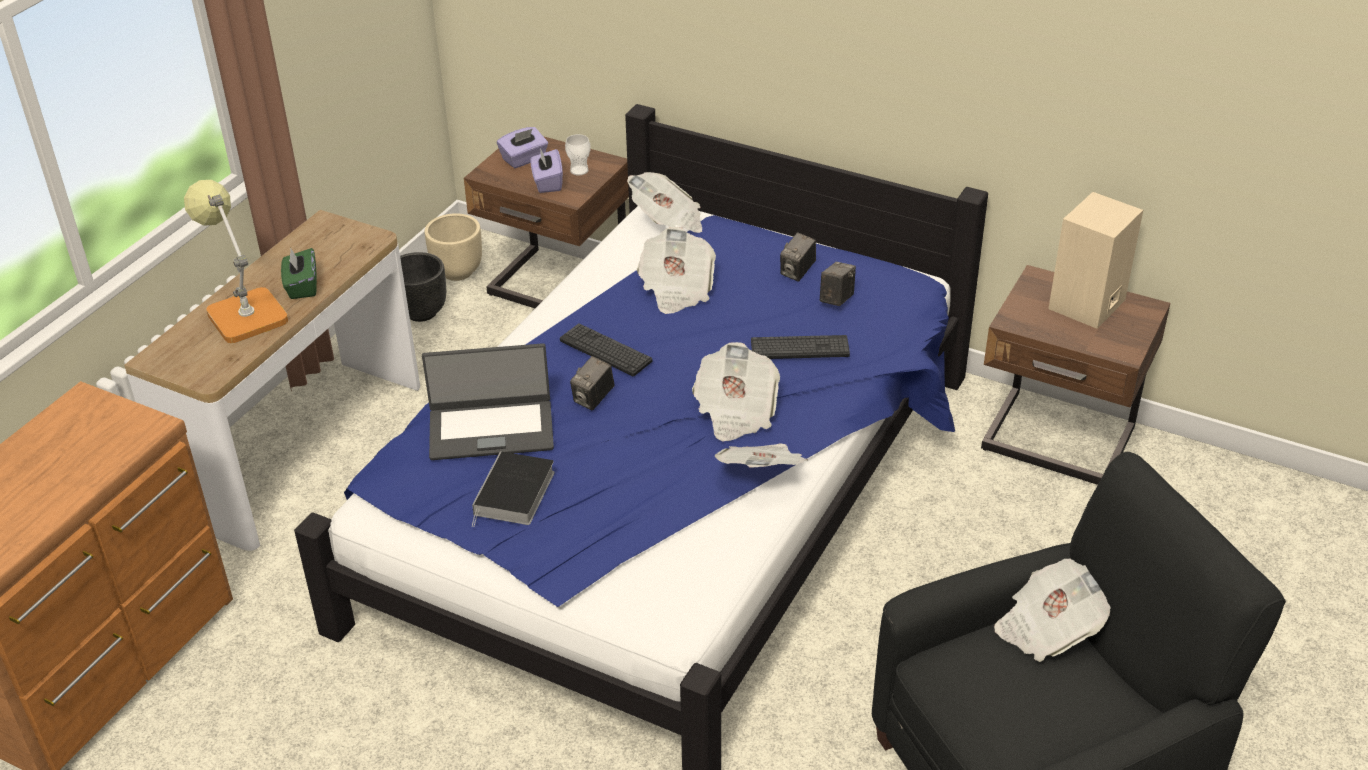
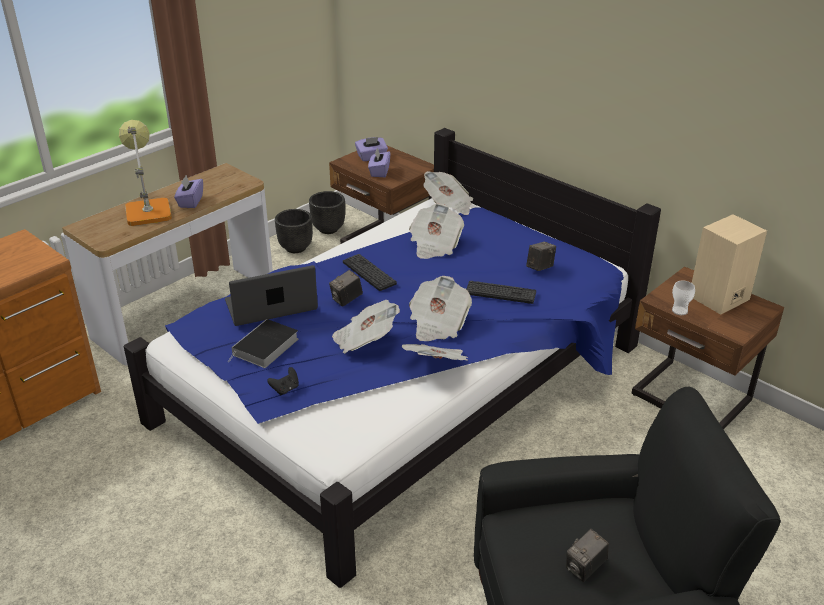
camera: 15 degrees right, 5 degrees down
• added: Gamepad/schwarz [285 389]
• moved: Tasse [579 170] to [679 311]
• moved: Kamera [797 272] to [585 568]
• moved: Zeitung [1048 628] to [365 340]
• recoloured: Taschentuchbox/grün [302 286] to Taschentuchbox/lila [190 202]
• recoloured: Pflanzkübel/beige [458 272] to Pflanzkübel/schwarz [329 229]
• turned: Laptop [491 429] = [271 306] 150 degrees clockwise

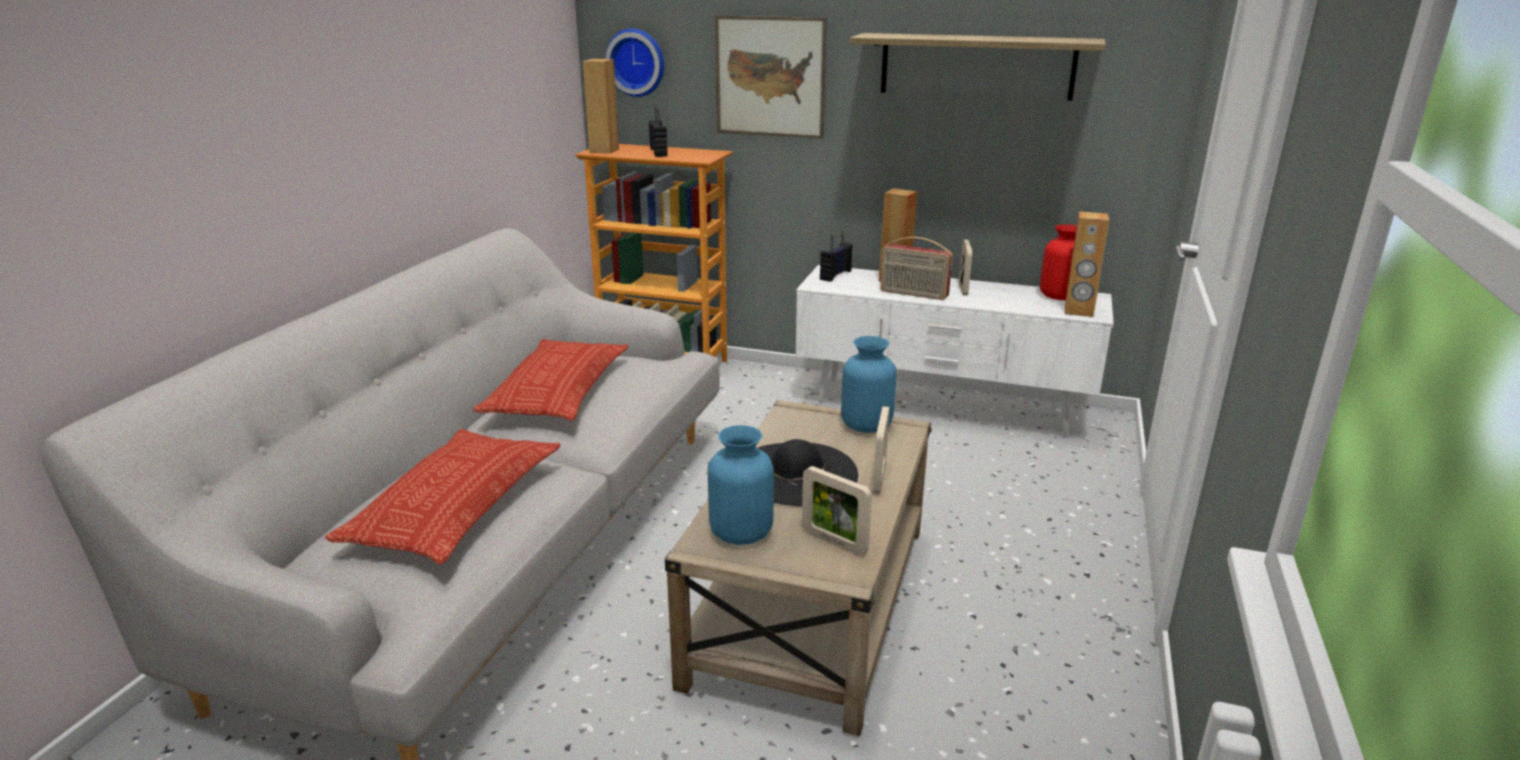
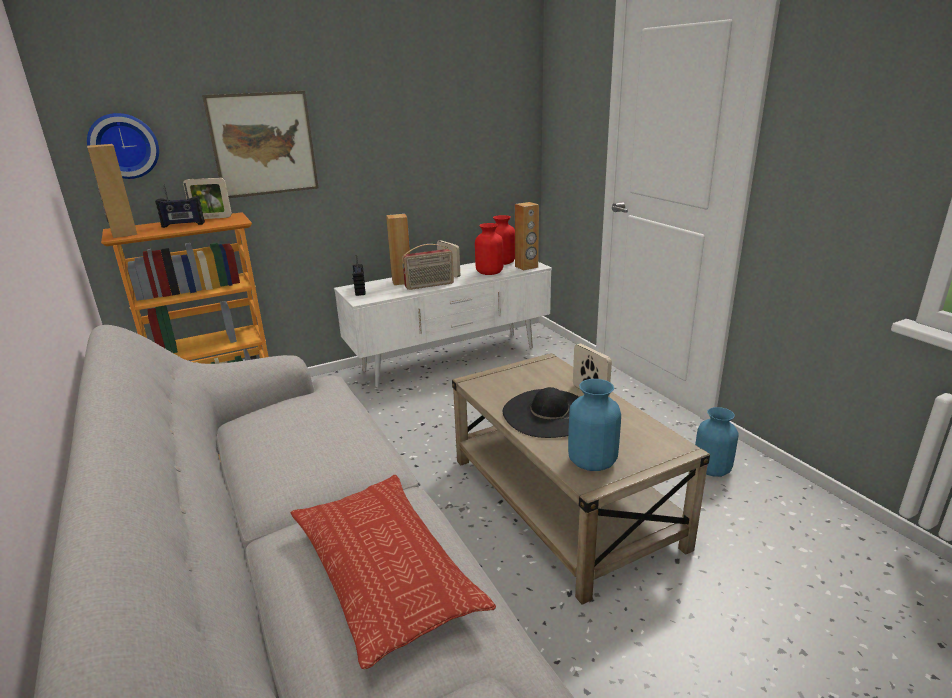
camera: 45 degrees left, 0 degrees up
• removed: Kissen [558 390]
• removed: Wandregal [976 66]
• added: Vase/rot [489 272]
• moved: Bilderrahmen [834 542] to [211 218]
• moved: Vase/blau [866 425] to [712 469]
• turned: Radio [659 152] = [183 225] 135 degrees clockwise

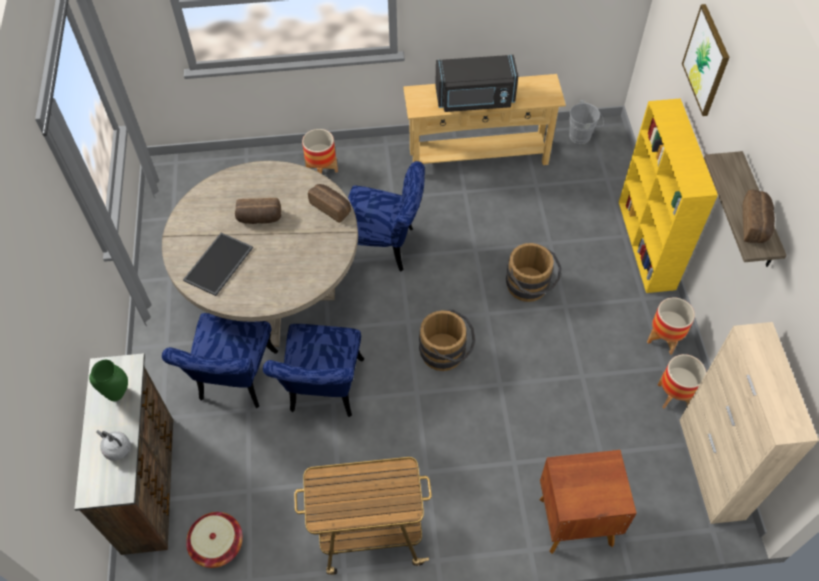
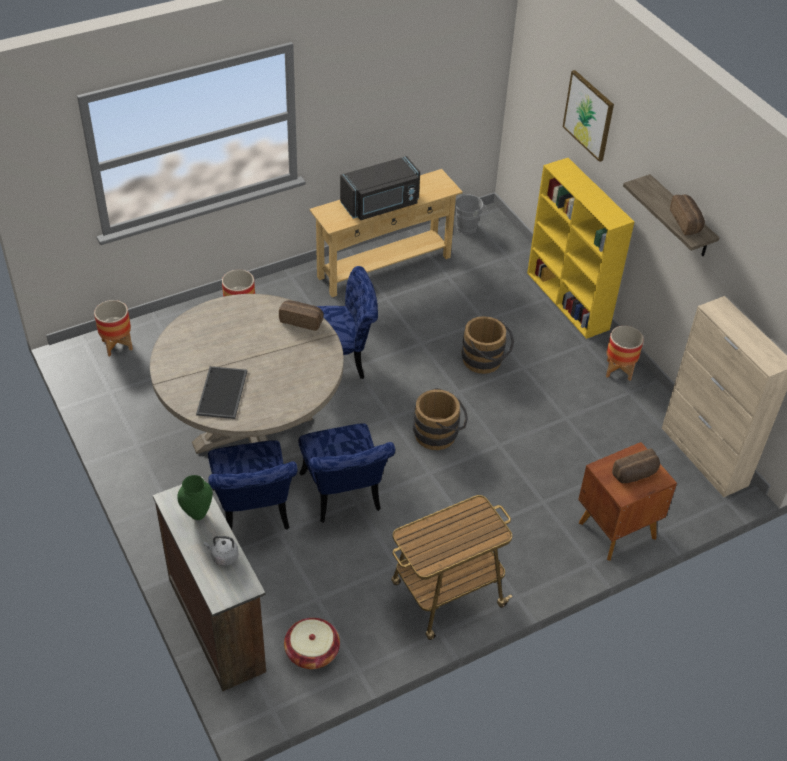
camera: 25 degrees left, 10 degrees down
• moved: Brot [259 219] to [635 475]
• moved: Pflanzkübel [673 395] to [117 345]

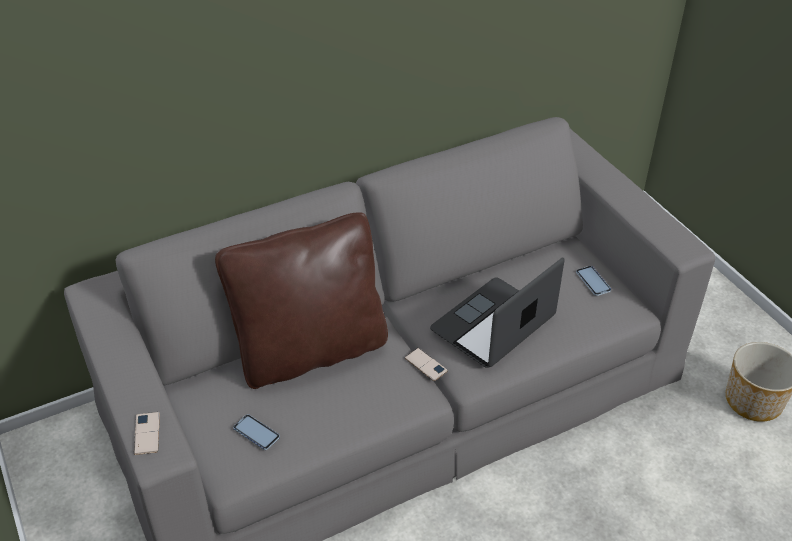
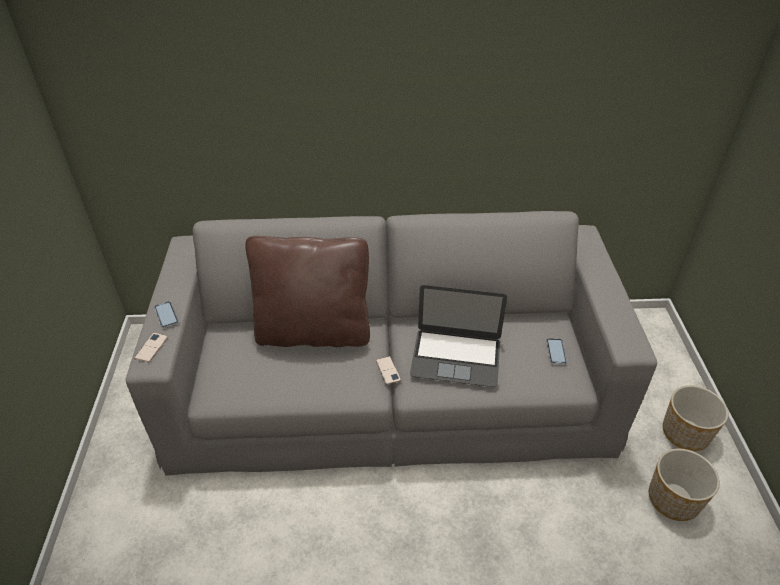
camera: 25 degrees right, 0 degrees up
• added: Pflanzkübel [685 433]
• moved: Handy [256 433] to [166 315]
• turned: Laptop [493 323] = [456 357] 150 degrees counterclockwise

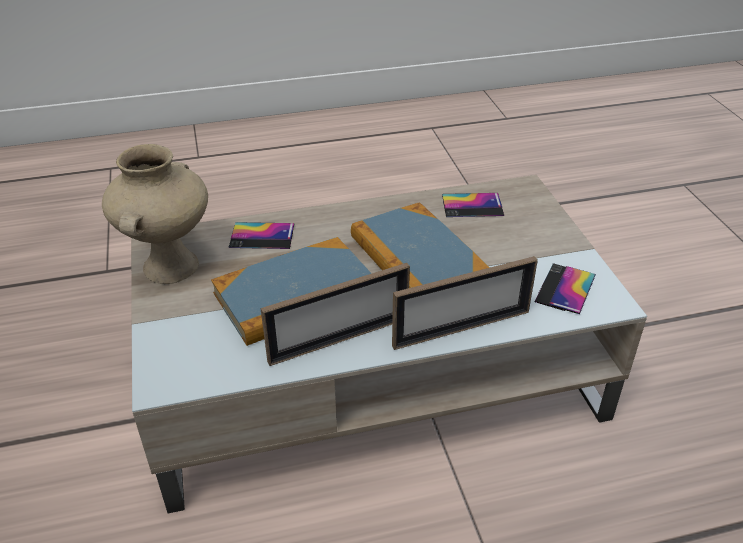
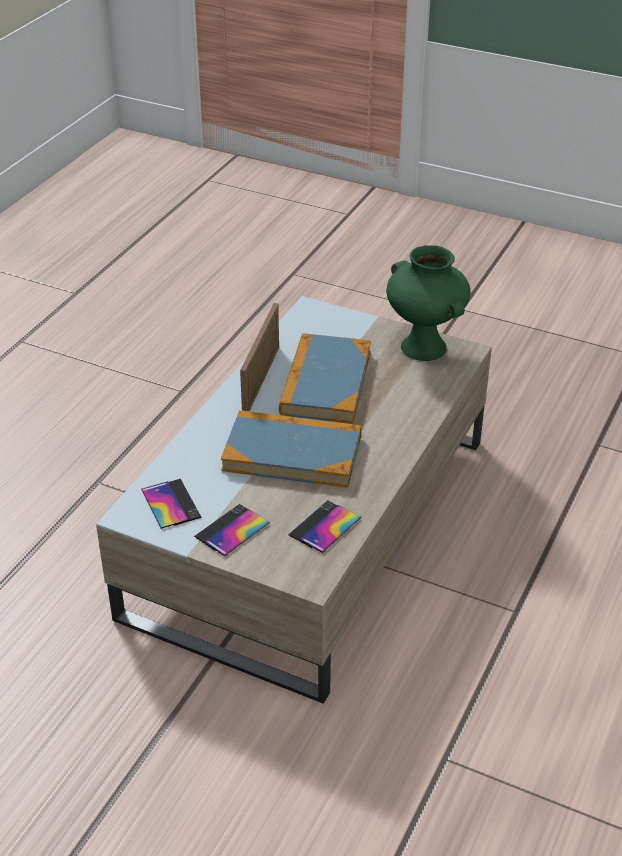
camera: 130 degrees right, 0 degrees up
• removed: Bilderrahmen [461 328]
• moved: Handy [262 236] to [232 530]
• recoloured: Vase/beige [170 265] to Vase/grün [425 347]

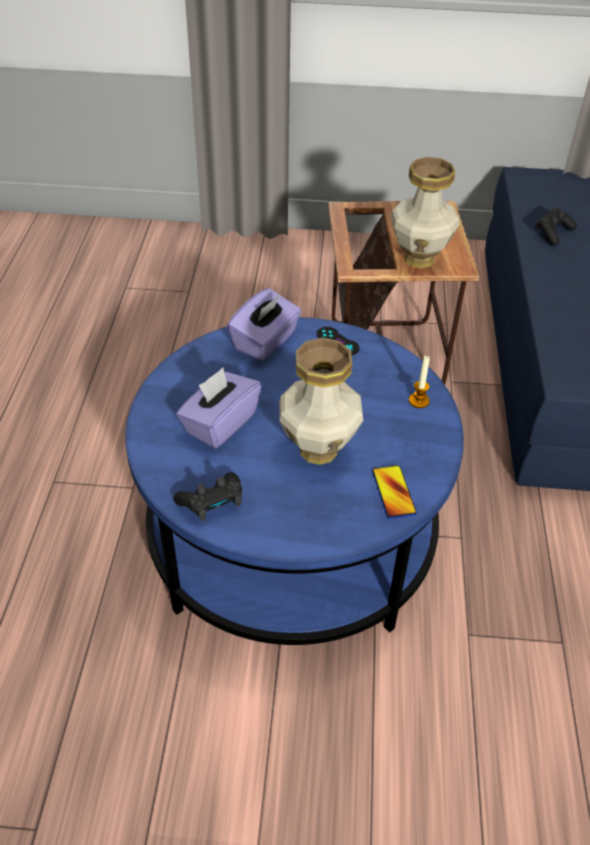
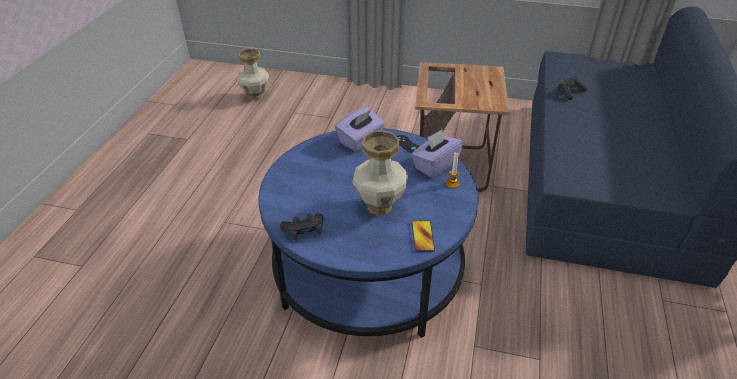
camera: 10 degrees right, 5 degrees down
• moved: Taschentuchbox/lila [220 423] to [435 165]
• moved: Vase [418 259] to [255 97]

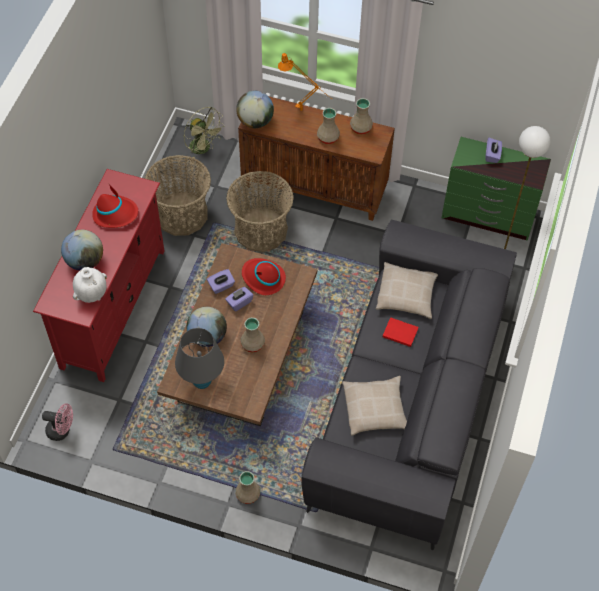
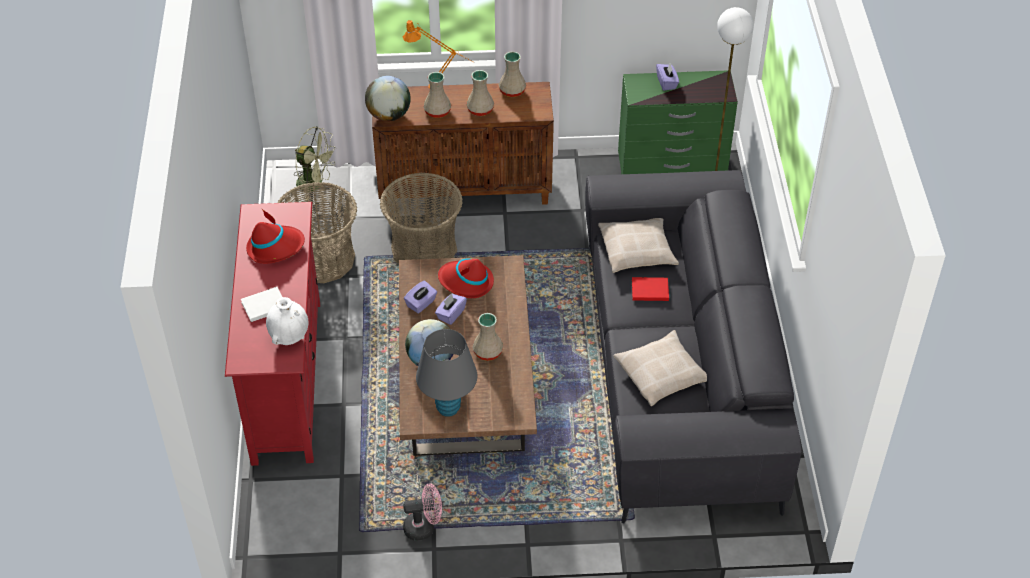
camera: 20 degrees left, 10 degrees down
• moved: Ventilator/rosa [62 431] to [424 527]
• moved: Vase/beige [247 494] to [437 112]
• replaced: Globus [85 261] to Buch/weiß [263 305]

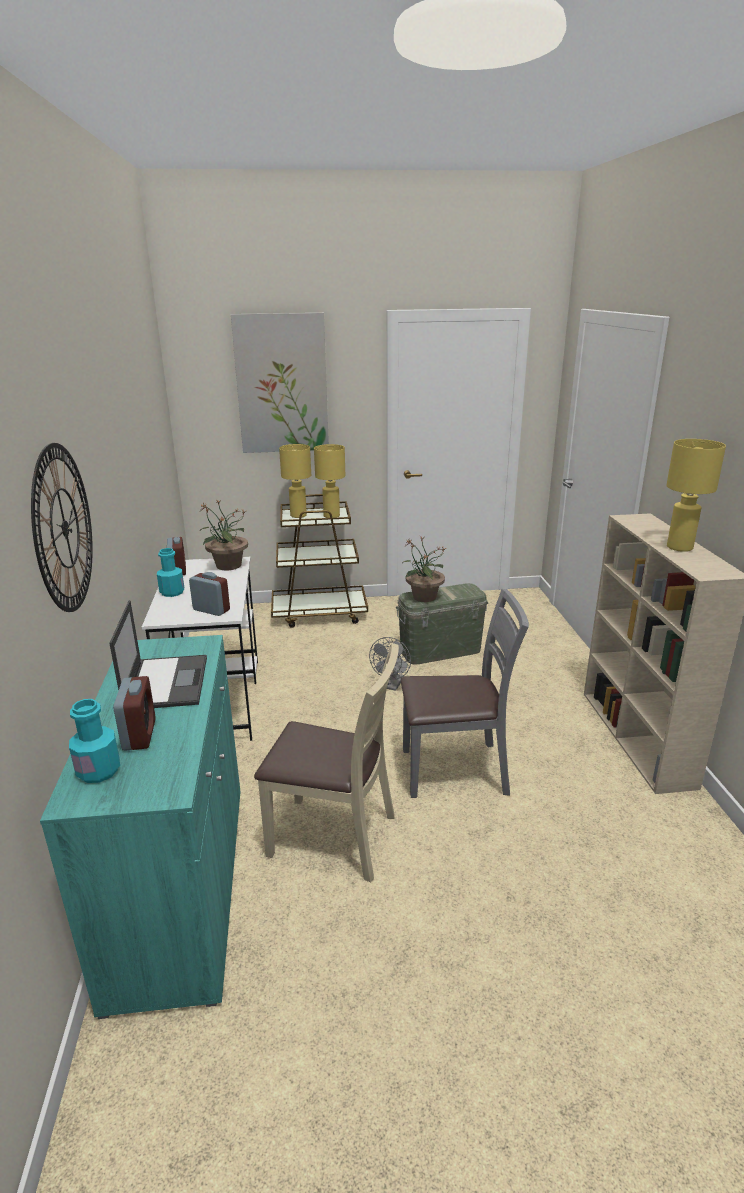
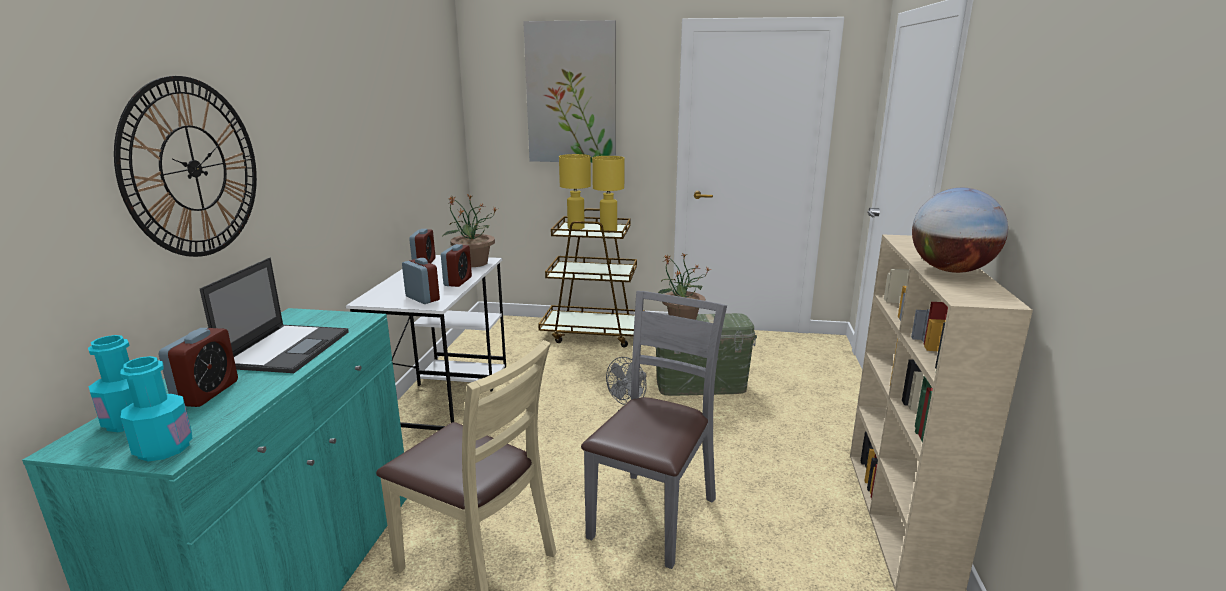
camera: 15 degrees right, 5 degrees down
• added: Wecker [458 281]
• moved: Flasche/türkis [172 592] to [164 448]
• replaced: Tischlampe/gelb [680 548] to Globus [951 270]
• turned: Stuhl/grau [455 770] = [652 516] 75 degrees counterclockwise

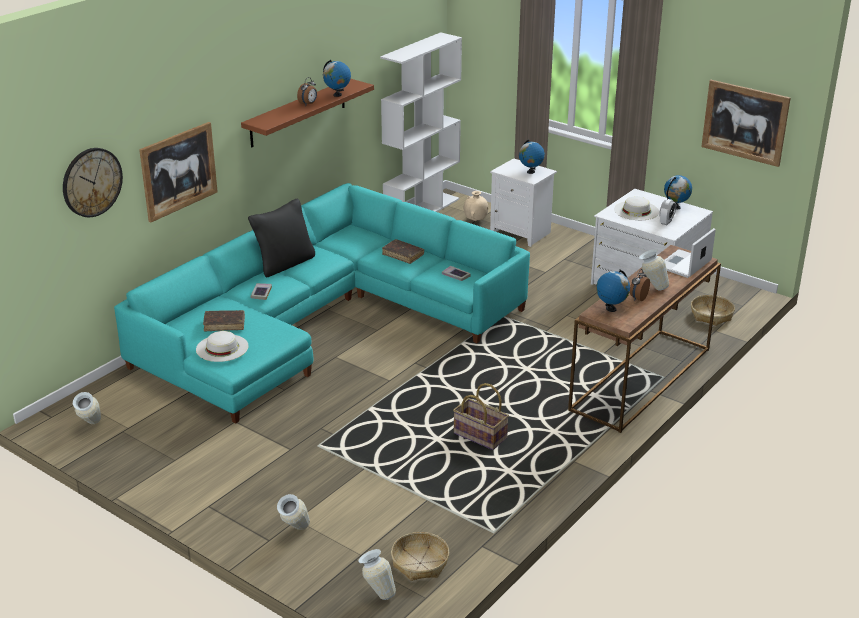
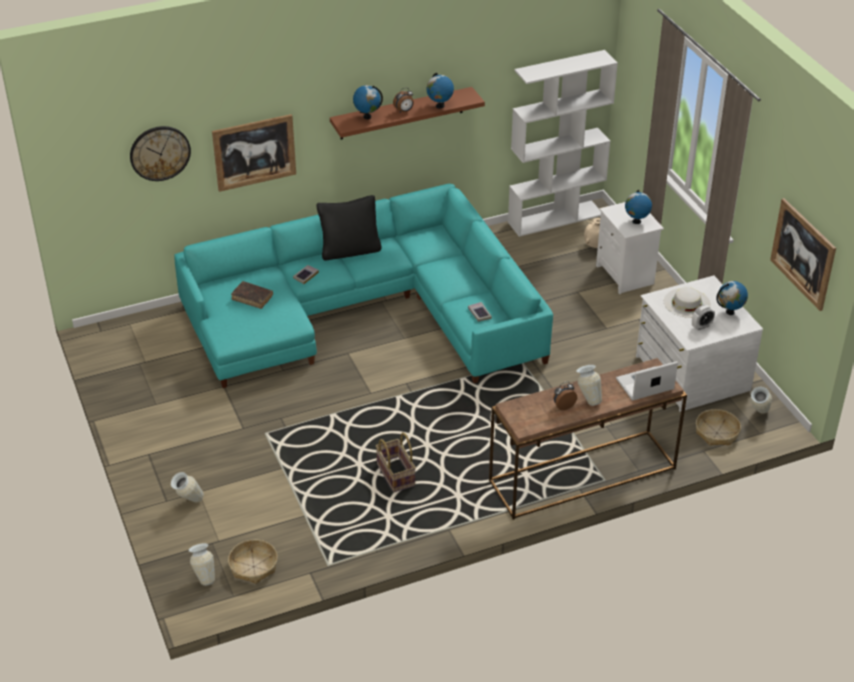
camera: 30 degrees right, 10 degrees up
• removed: Hut/weiß [222 348]
• removed: Buch/braun [403 255]
• moved: Vase [90 427] to [757 415]
• moved: Globus [611 309] to [367 116]

